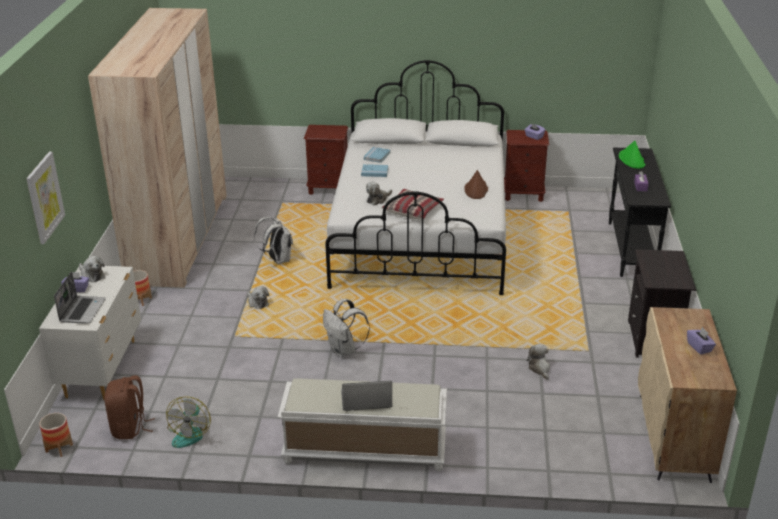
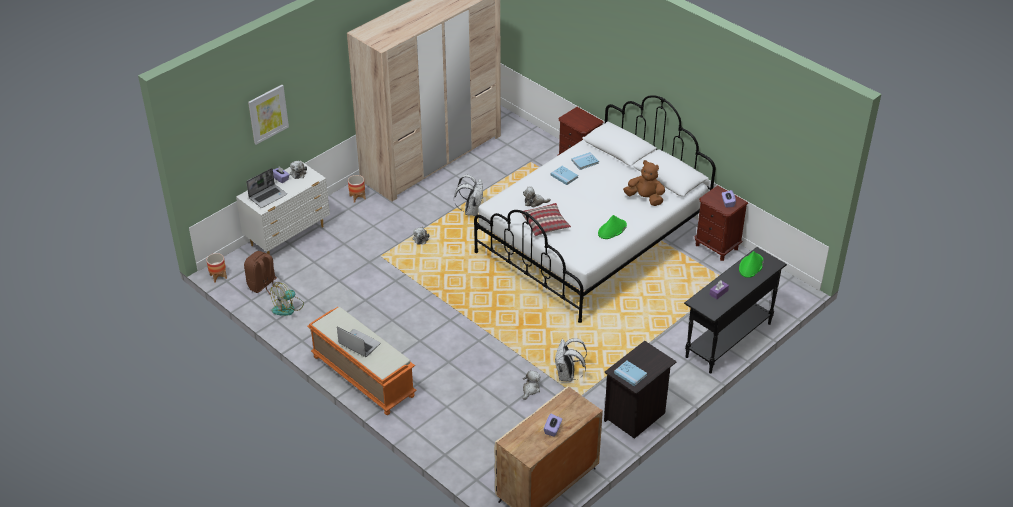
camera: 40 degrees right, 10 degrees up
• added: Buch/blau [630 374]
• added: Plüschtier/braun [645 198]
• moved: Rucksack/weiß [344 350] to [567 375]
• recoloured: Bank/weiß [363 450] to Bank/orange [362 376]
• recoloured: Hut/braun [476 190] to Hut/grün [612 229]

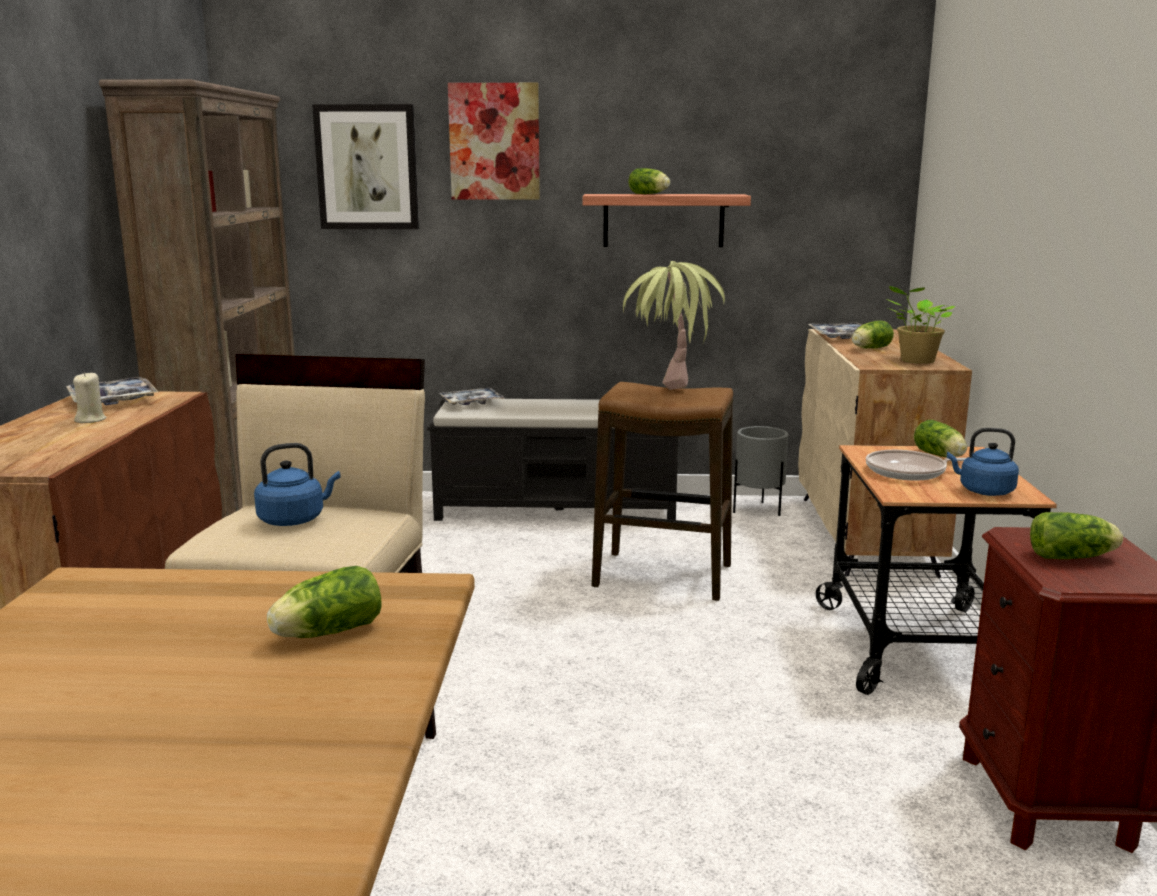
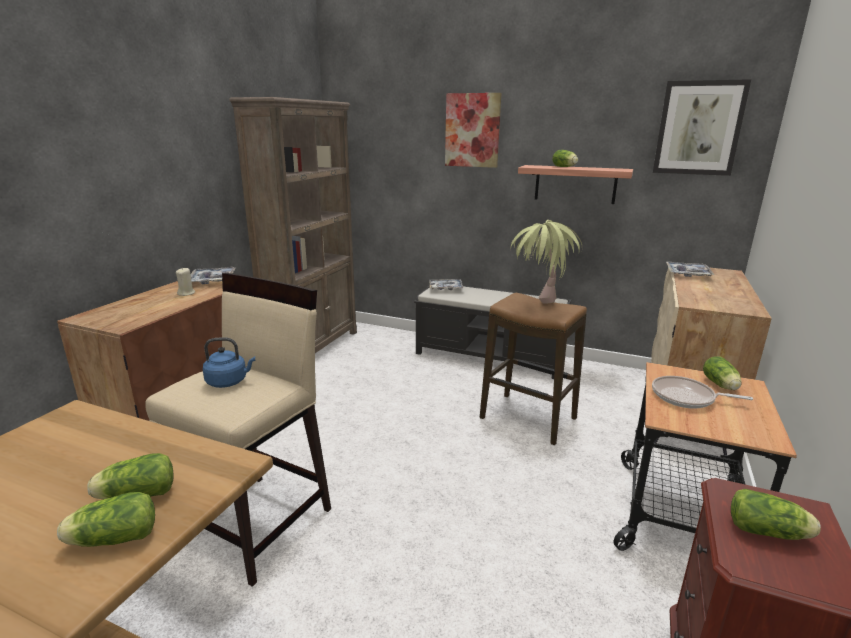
camera: 20 degrees right, 5 degrees up
• removed: Pflanzkübel/grau [758 511]
• removed: Topfpflanze [915 361]
• removed: Wasserkessel/blau [983 491]
• moved: Bild [367 167] to [698 128]
• moved: Salatkopf [869 348] to [112 539]

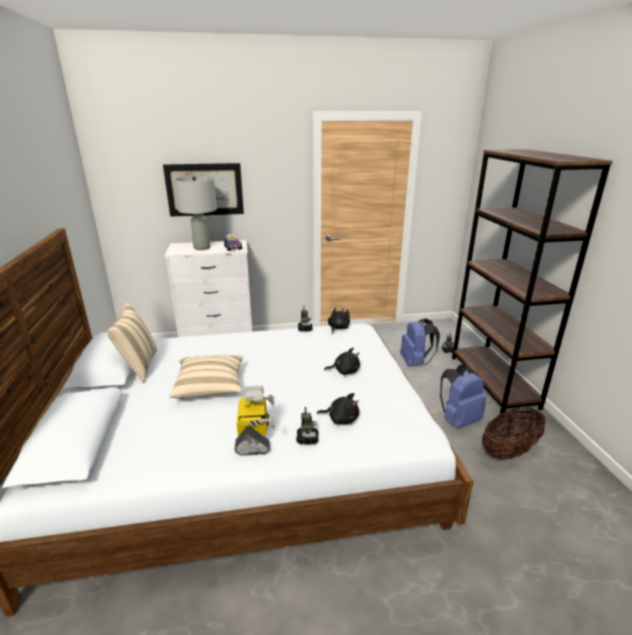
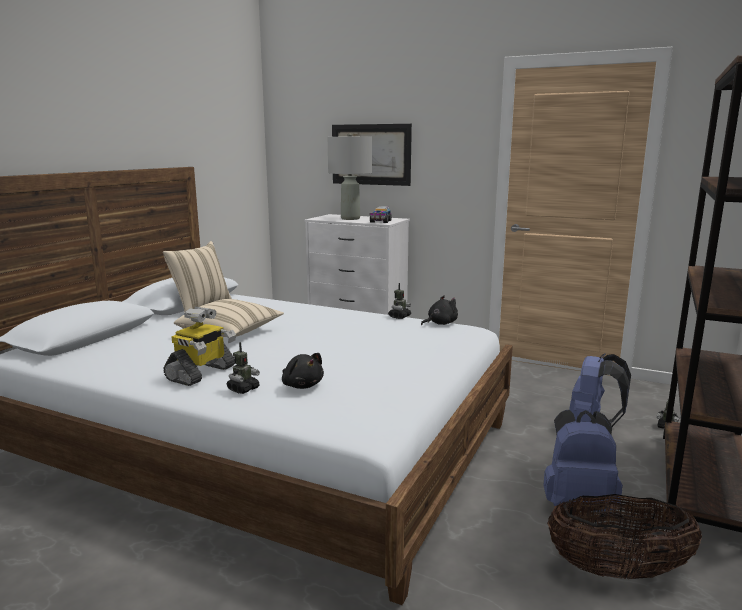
camera: 35 degrees right, 10 degrees down
• removed: Plüschtier/schwarz [344 371]

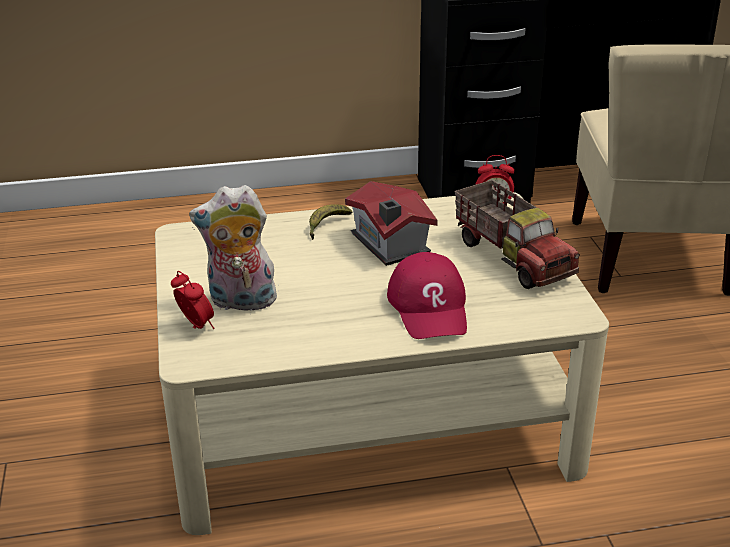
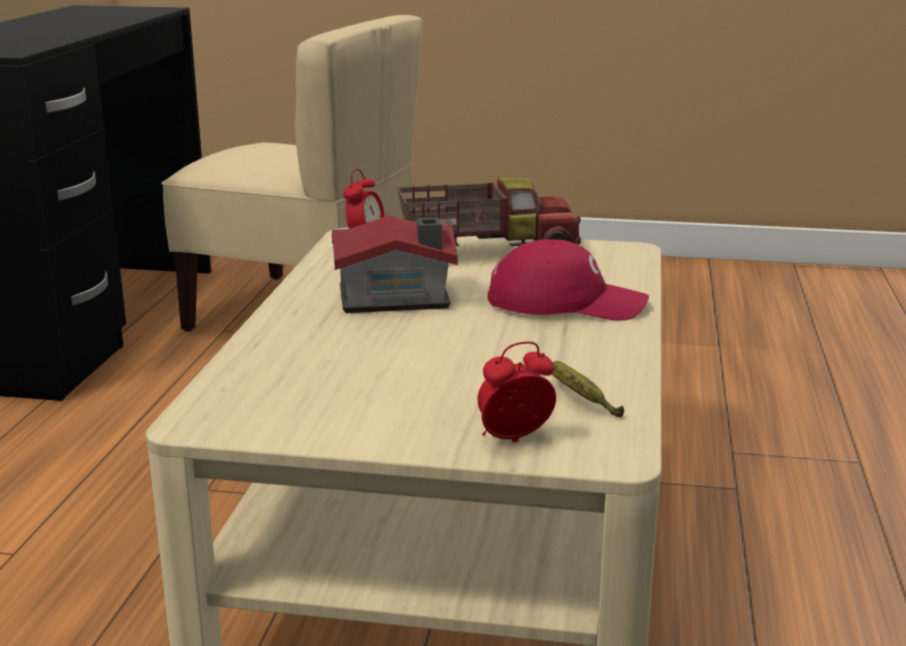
camera: 70 degrees left, 10 degrees down
• removed: Plüschtier [240 302]
• moved: Banane [326 226] to [578 400]

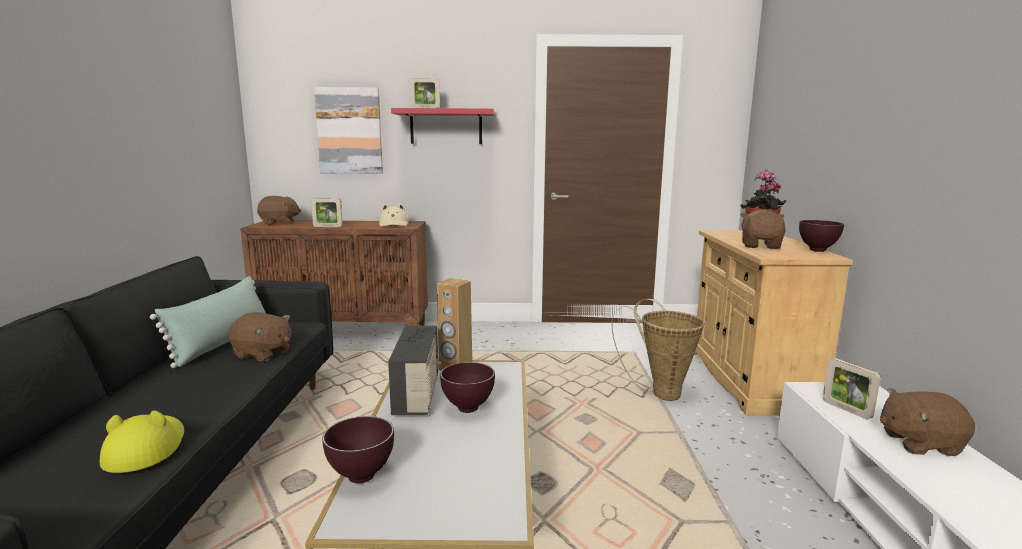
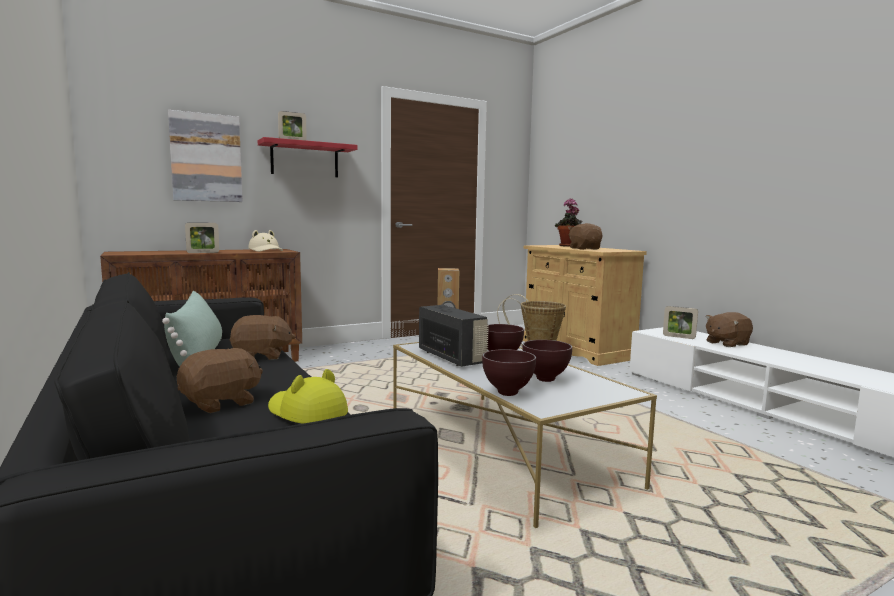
camera: 30 degrees left, 5 degrees down
• moved: Plüschtier/braun [279 223] to [221 403]
• moved: Schüssel/braun [818 250] to [546 379]

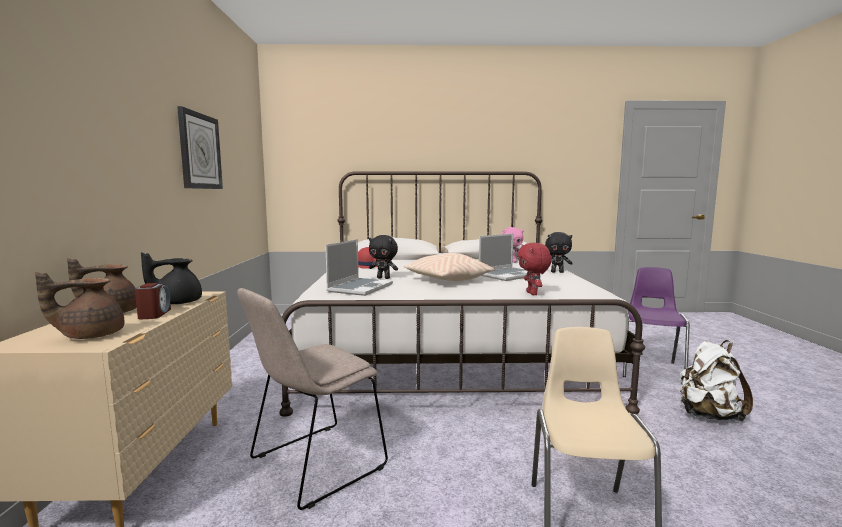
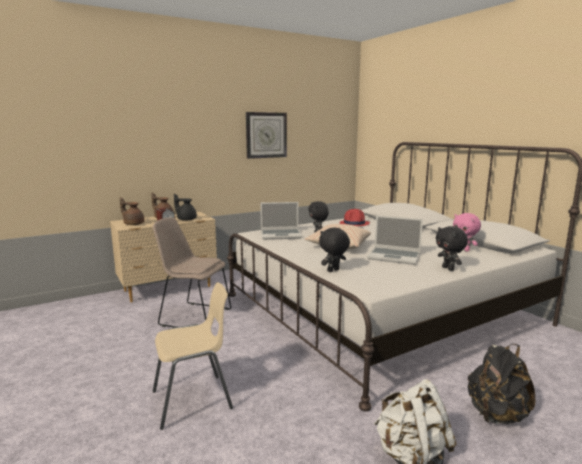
camera: 60 degrees right, 5 degrees up
• replaced: Stuhl/lila [650 369] to Rucksack/schwarz [496 415]
• recoloured: Plüschtier/rot [533 293] to Plüschtier/schwarz [333 271]

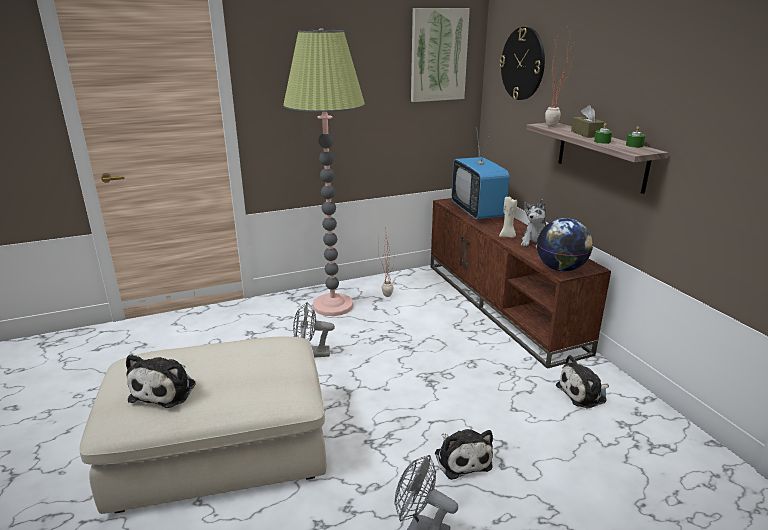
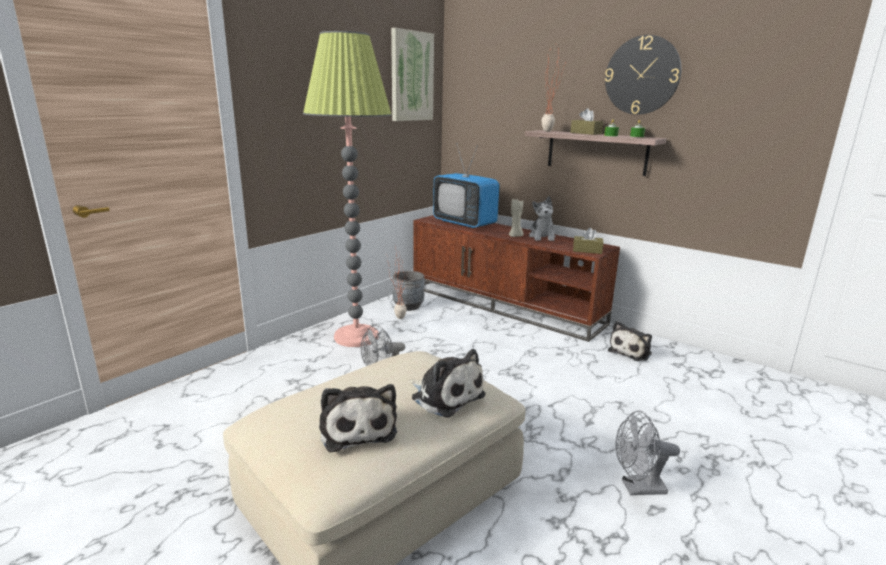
camera: 30 degrees left, 5 degrees down
• added: Pflanzkübel/grau [408 306]
• moved: Plüschtier [461 458] to [445 396]
• moved: Wanduhr [523 64] to [642 75]
• replaced: Globus [561 269] to Taschentuchbox/braun [587 250]

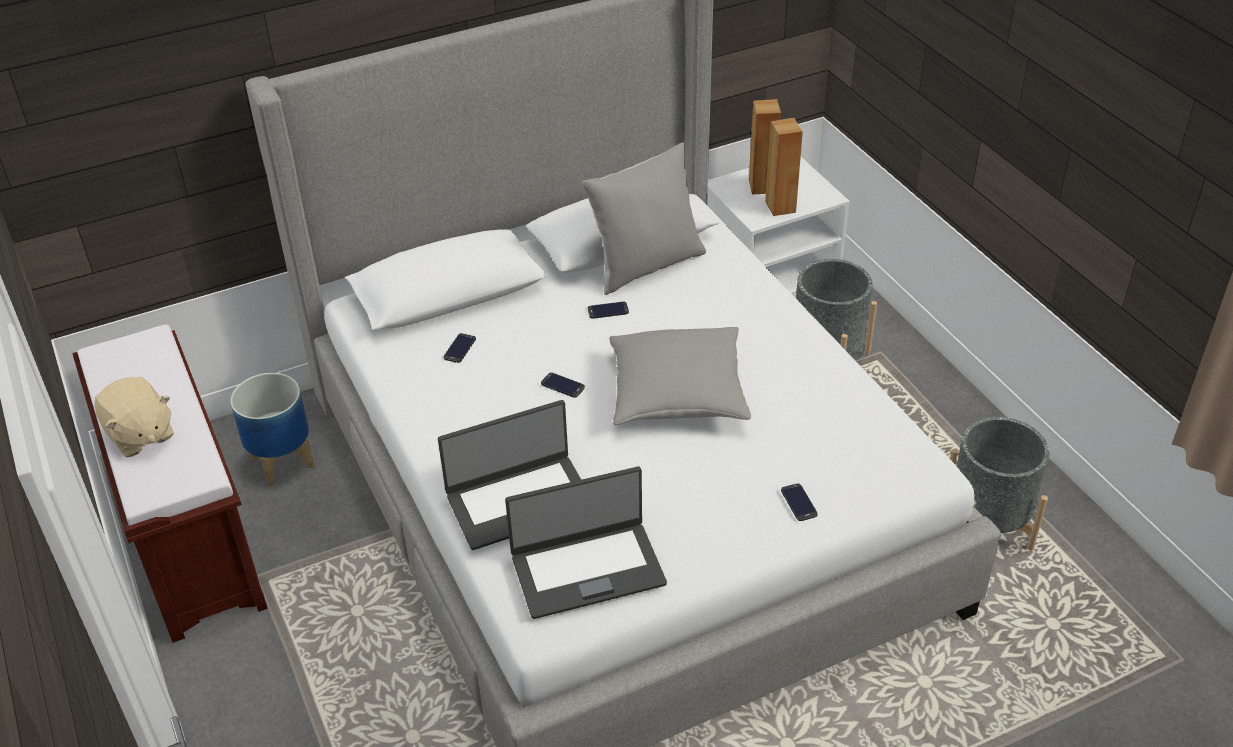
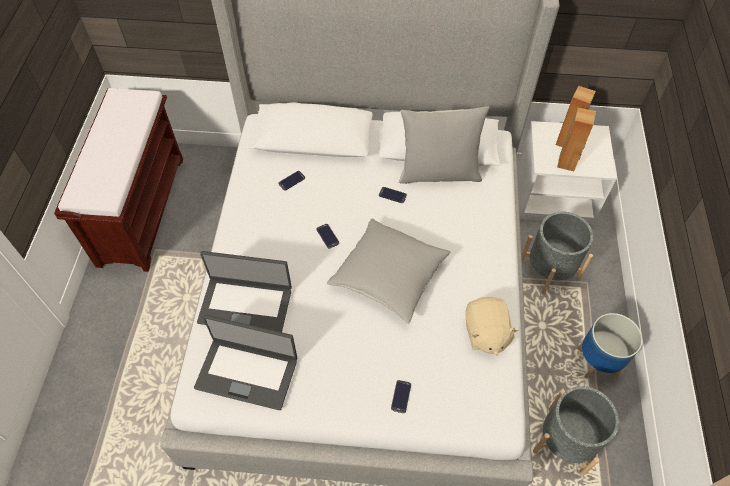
camera: 30 degrees right, 15 degrees up
• moved: Plüschtier/beige [140 435] to [485 333]
• moved: Pflanzkübel [283 462] to [597 362]

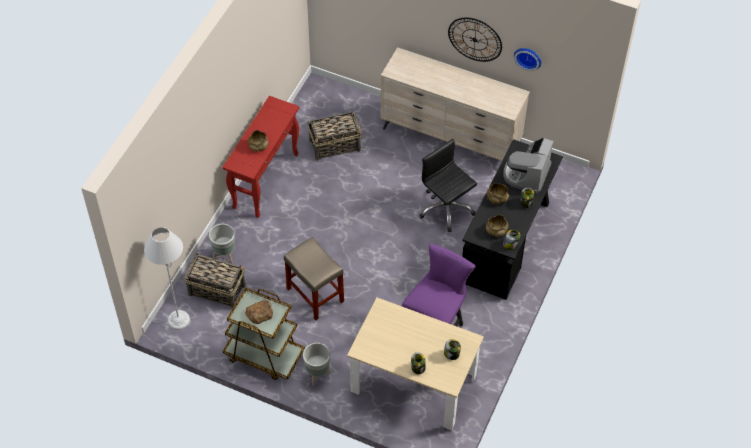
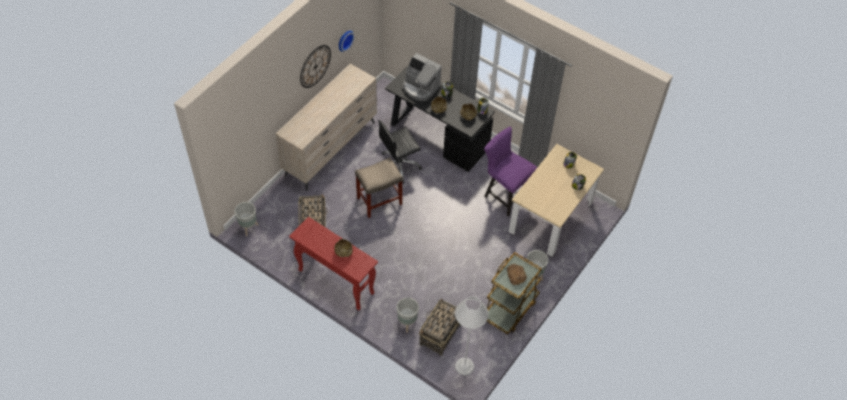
camera: 80 degrees left, 0 degrees up
• added: Pflanzkübel/grau [249 228]
• moved: Hocker/beige [314 294] to [379 201]

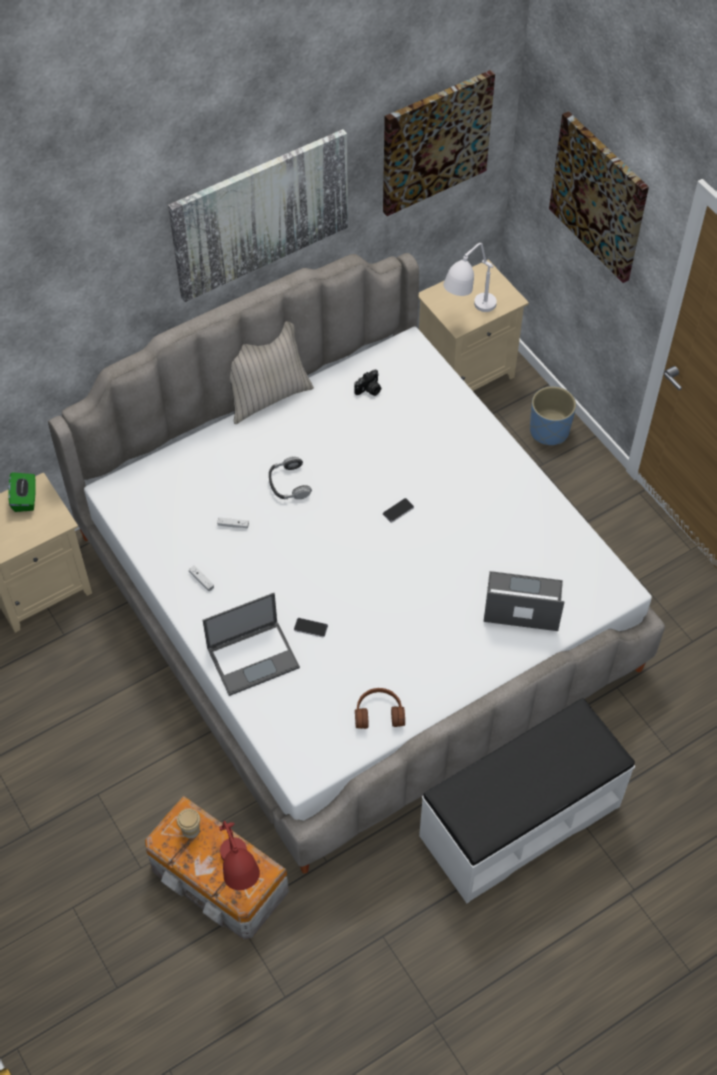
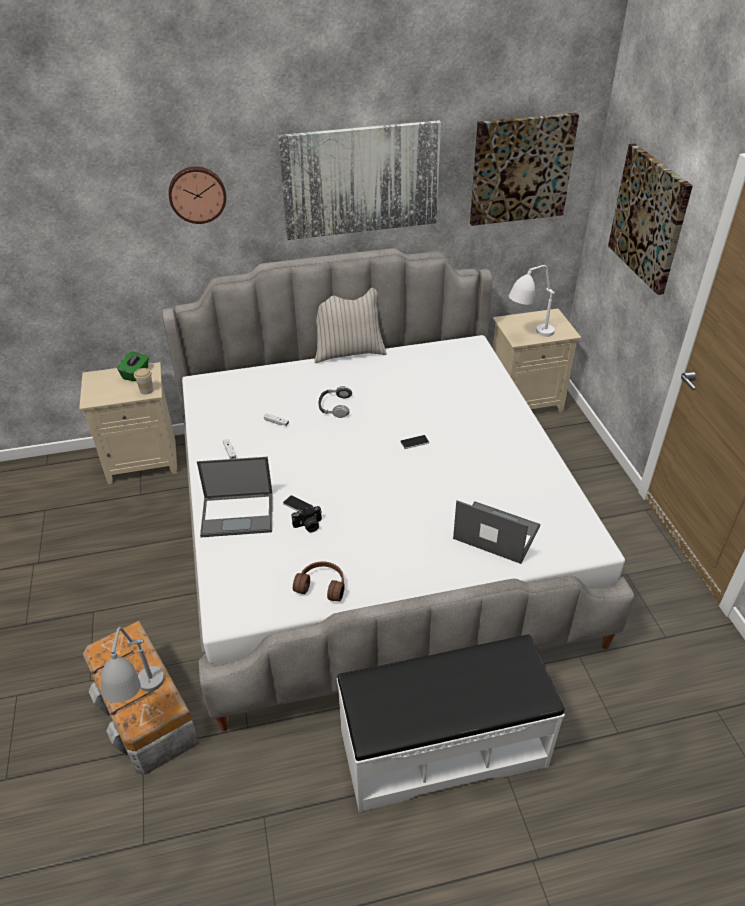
camera: 20 degrees right, 15 degrees down
• removed: Pflanzkübel/blau [549 431]
• added: Wanduhr [197 194]
• moved: Tasse [191 830] to [146 390]
• moved: Kamera [369 390] to [308 526]
• recoloured: Tischlampe/rot [240 879] to Tischlampe/grau [143 706]

